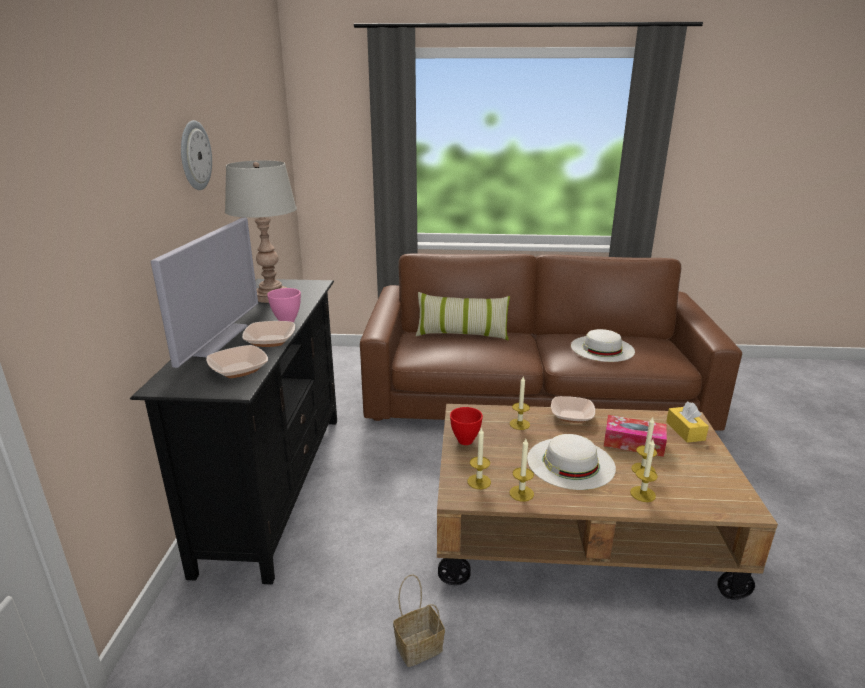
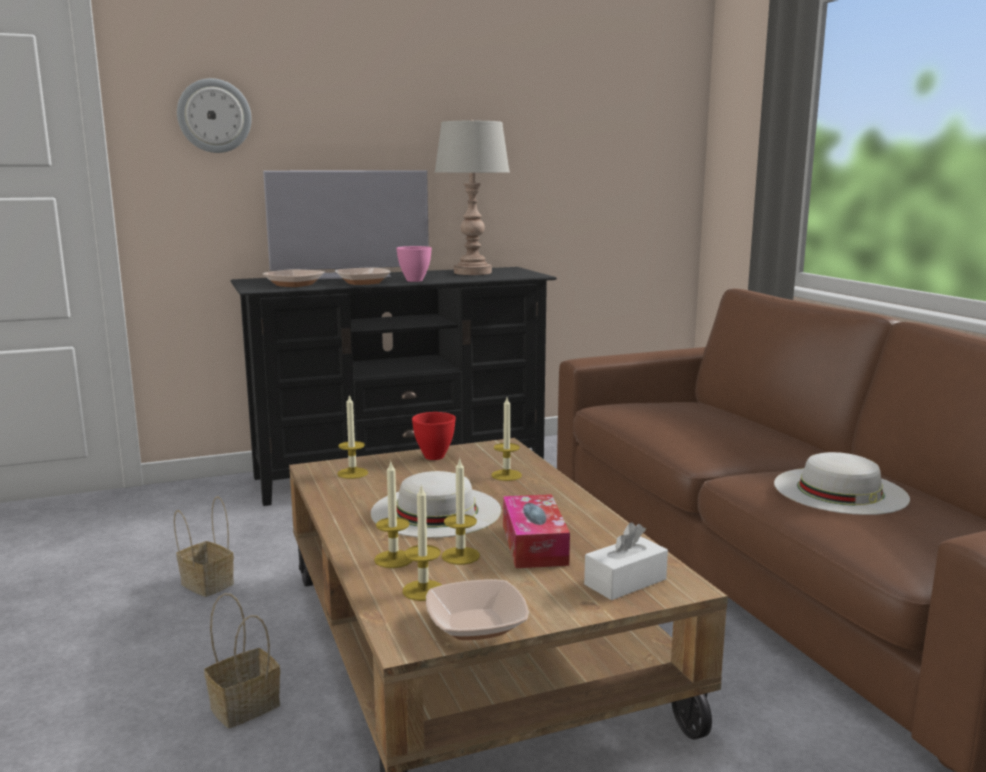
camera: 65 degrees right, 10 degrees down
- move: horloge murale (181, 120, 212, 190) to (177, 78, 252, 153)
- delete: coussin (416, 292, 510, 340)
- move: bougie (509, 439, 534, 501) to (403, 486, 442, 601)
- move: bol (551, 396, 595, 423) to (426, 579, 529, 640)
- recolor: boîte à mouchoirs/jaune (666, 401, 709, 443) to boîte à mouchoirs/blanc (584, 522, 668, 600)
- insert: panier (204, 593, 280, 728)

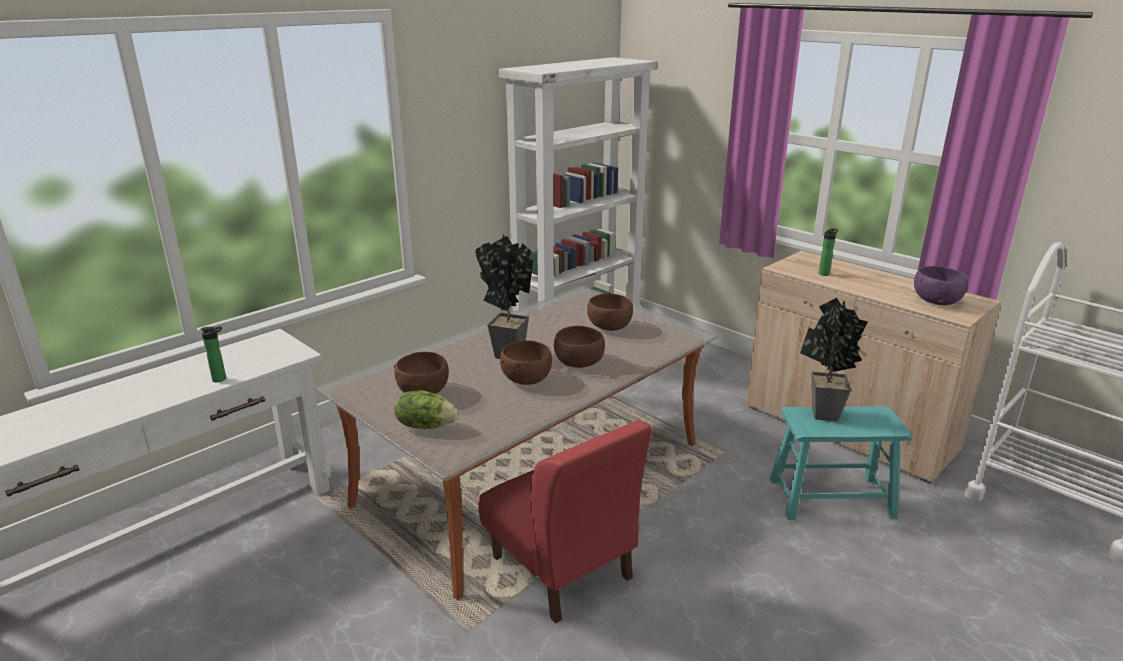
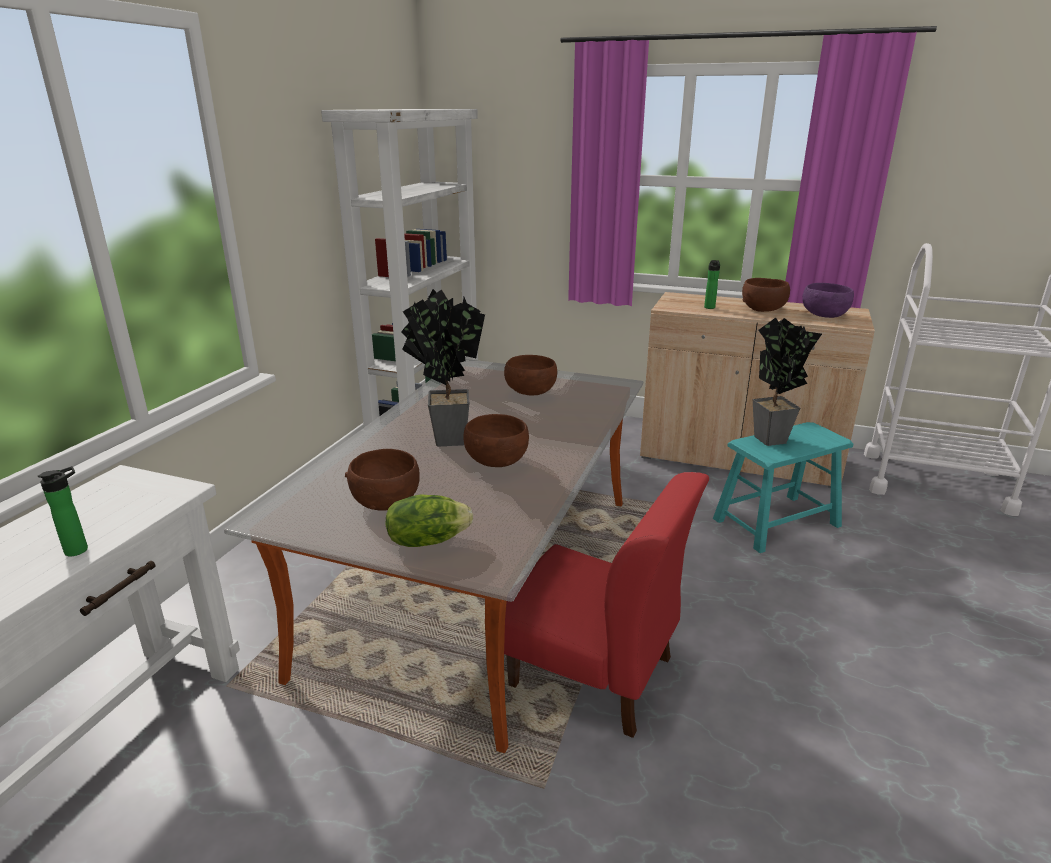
camera: 25 degrees left, 0 degrees up
- move: bol/marron (554, 326, 605, 368) to (742, 278, 790, 312)

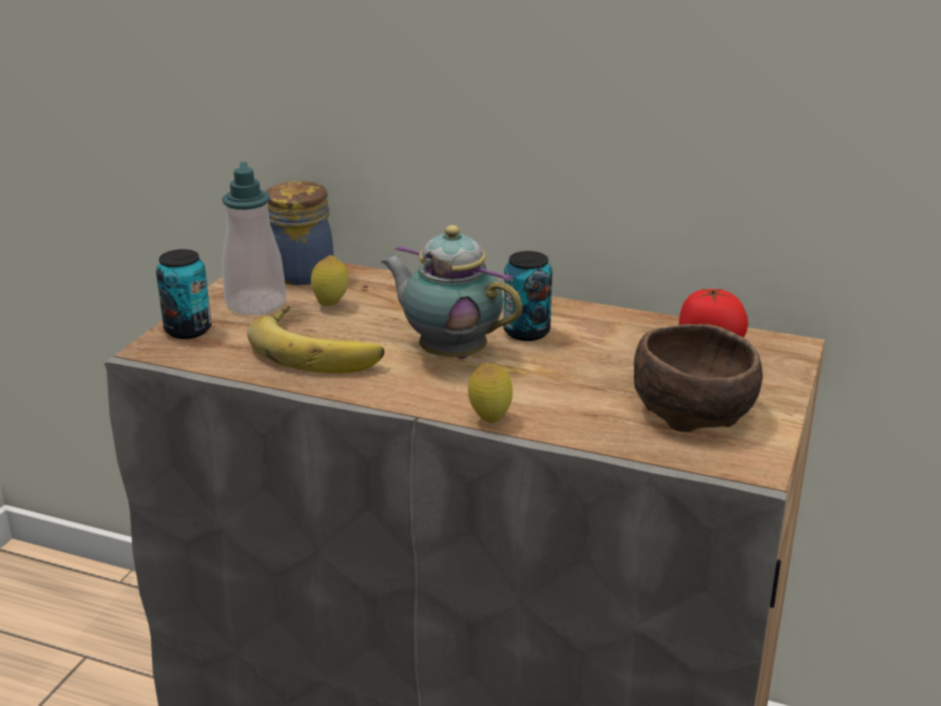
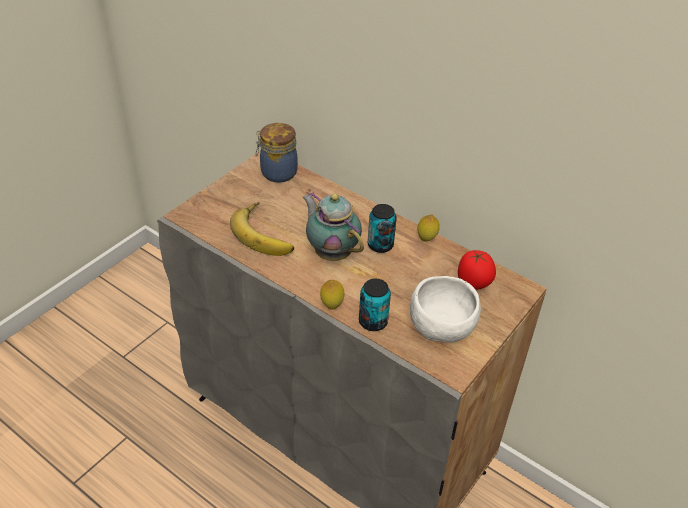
camera: 15 degrees right, 15 degrees up
- move: boîte métallique (156, 249, 212, 339) to (359, 279, 391, 331)
- delete: distributeur de savon (222, 162, 286, 315)
- move: citron (311, 255, 348, 306) to (417, 215, 440, 242)
- recolor: bol/marron (634, 324, 763, 432) to bol/blanc (410, 276, 481, 343)

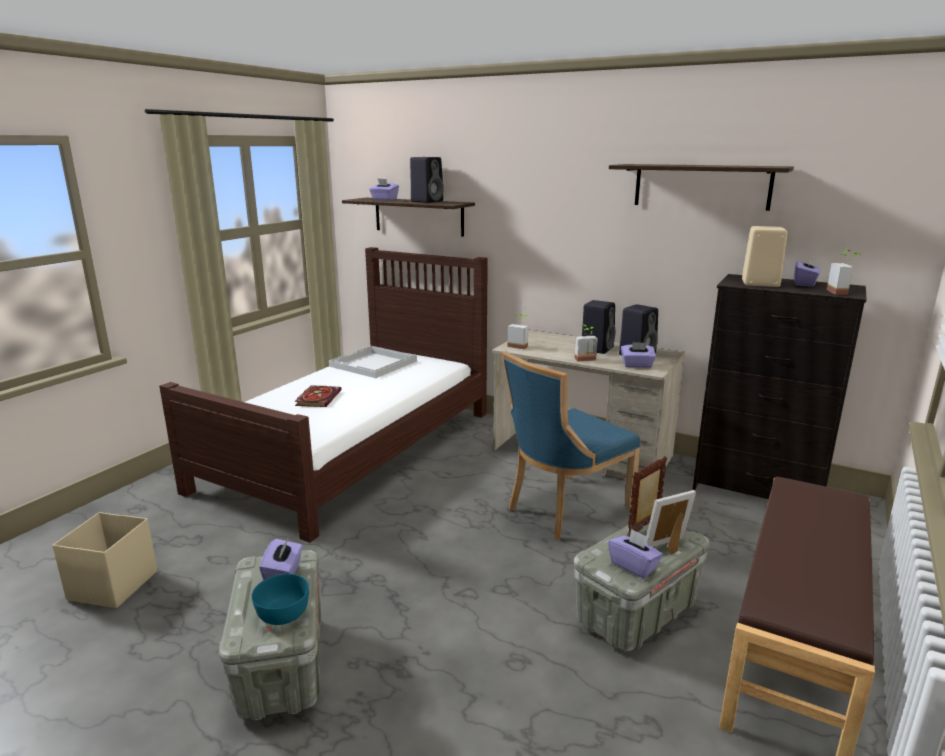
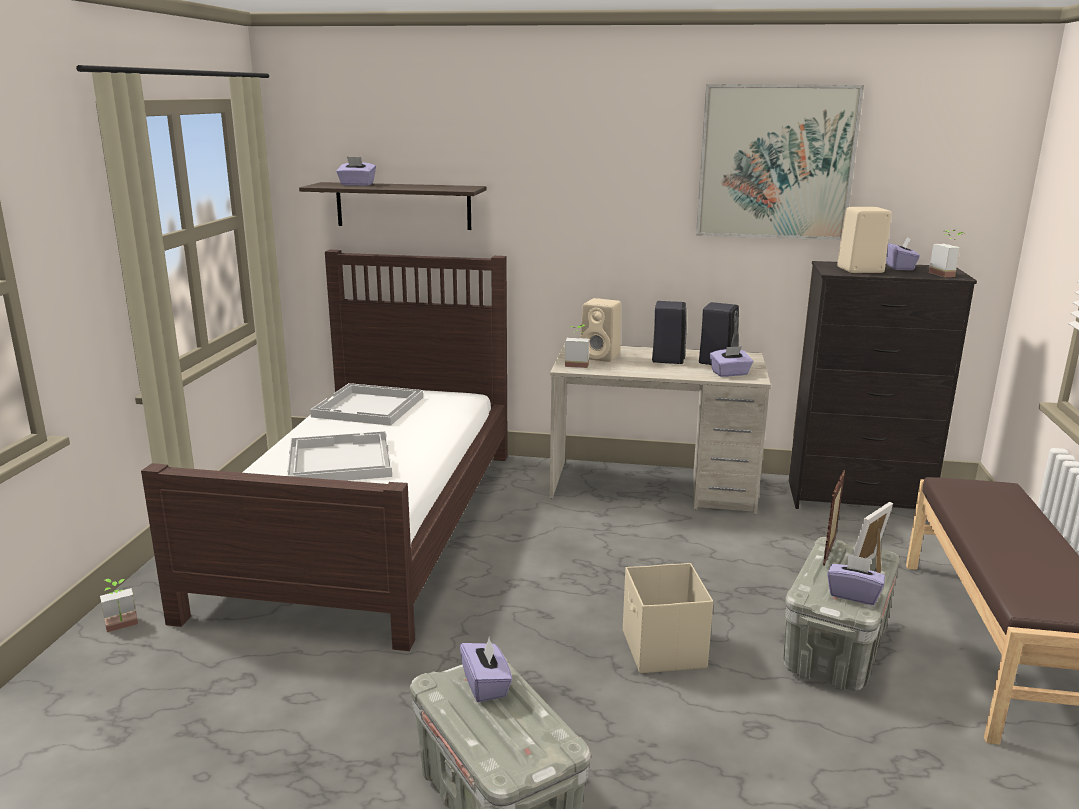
camera: 20 degrees left, 0 degrees up
- move: boîte de rangement/beige (52, 512, 157, 608) to (623, 563, 713, 673)
- delete: bol/turquoise (252, 574, 309, 625)
- replace: livre (295, 385, 342, 407) to plateau/blanc (286, 431, 392, 481)
- delete: enceinte/noir (410, 157, 444, 203)
- delete: chaise/bleu (501, 351, 640, 540)
- move: plante en pot (575, 325, 598, 361) to (100, 579, 138, 632)
- replace: étagère (609, 164, 794, 211) to tableau (696, 84, 864, 240)
- insert: enceinte/beige (581, 298, 621, 362)

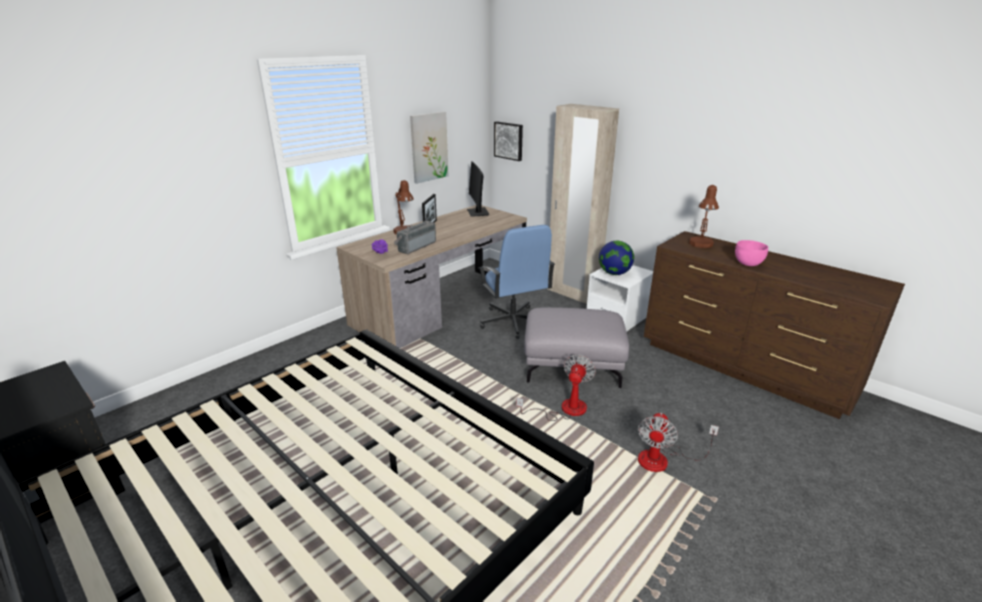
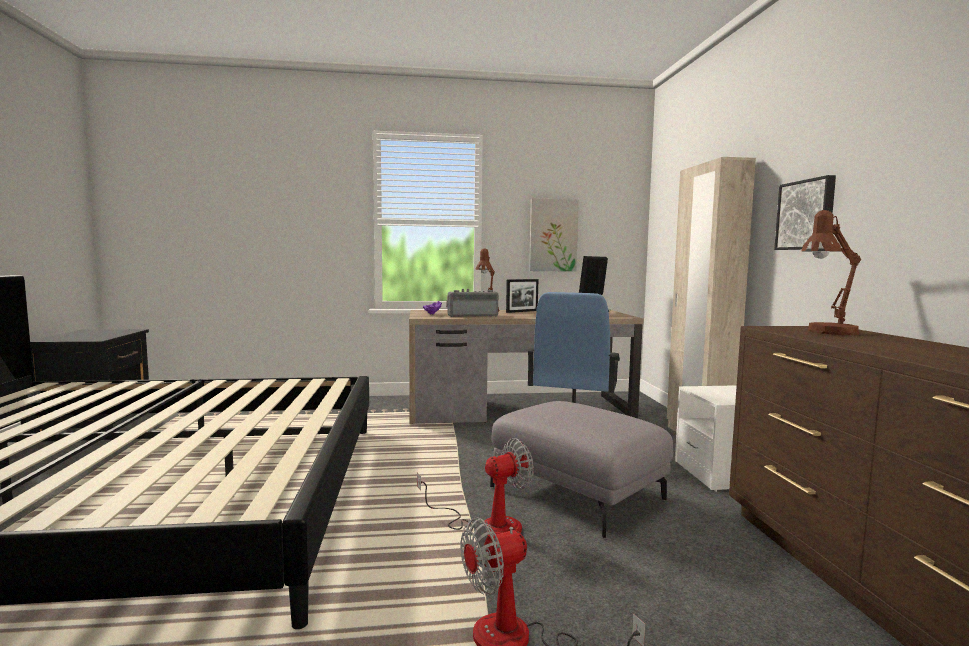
camera: 40 degrees right, 20 degrees down
- move: tableau (494, 121, 523, 161) to (774, 175, 836, 250)
- delete: globe (599, 241, 634, 275)
- delete: bol/rose (735, 240, 768, 266)

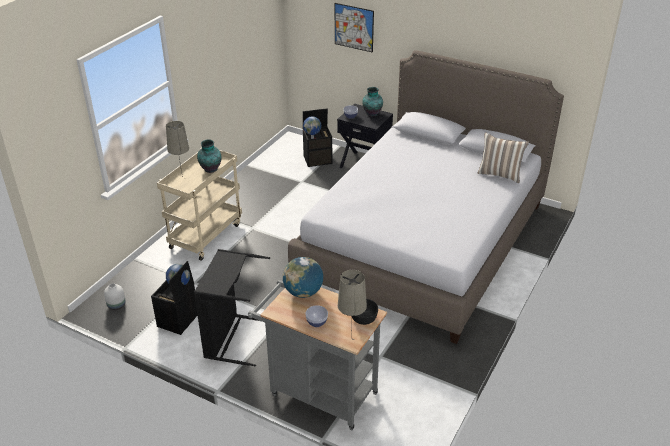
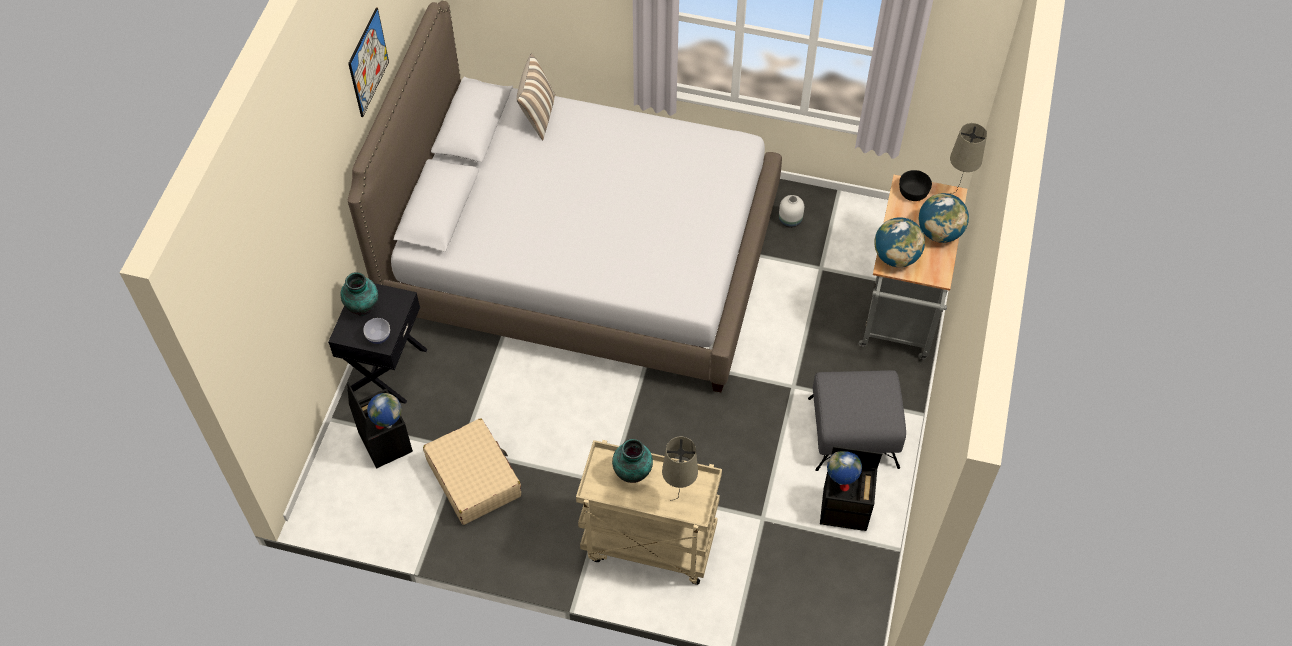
camera: 105 degrees left, 20 degrees up
- move: vase/blanc (104, 283, 126, 310) to (779, 195, 804, 228)
- replace: panier à linge/noir (194, 249, 270, 366) to pouf/gris (808, 370, 906, 471)
- replace: bol (305, 305, 328, 327) to globe (919, 193, 969, 243)
- move: tableau (335, 3, 374, 52) to (348, 7, 389, 117)
- insert: valise/beige (423, 418, 521, 525)

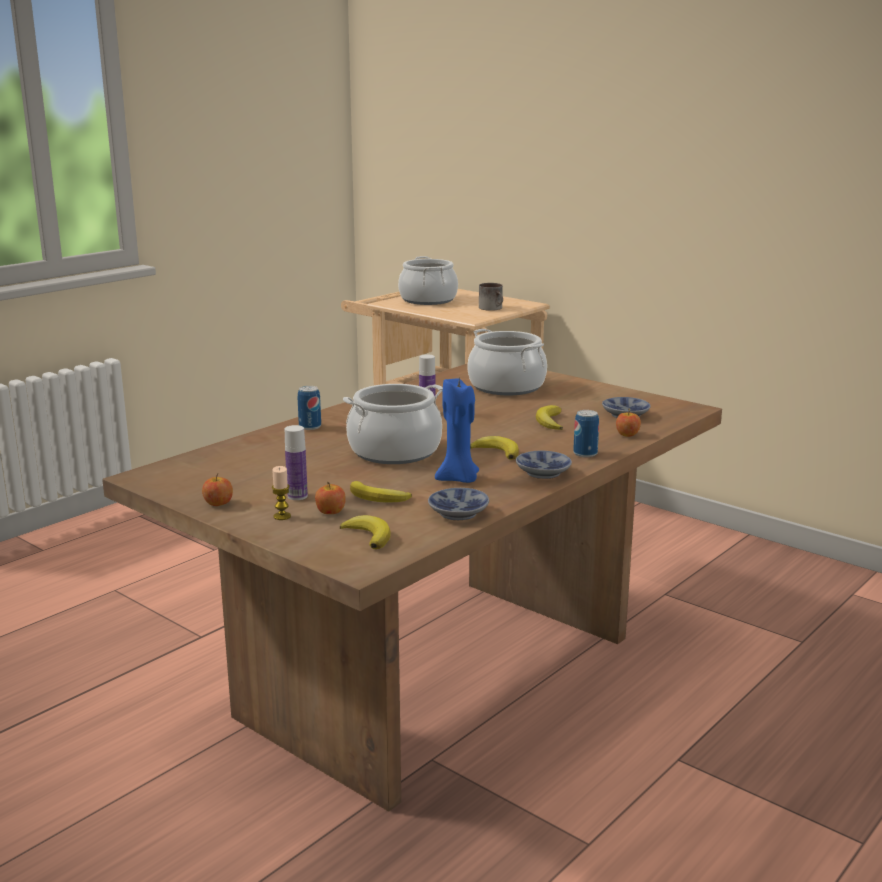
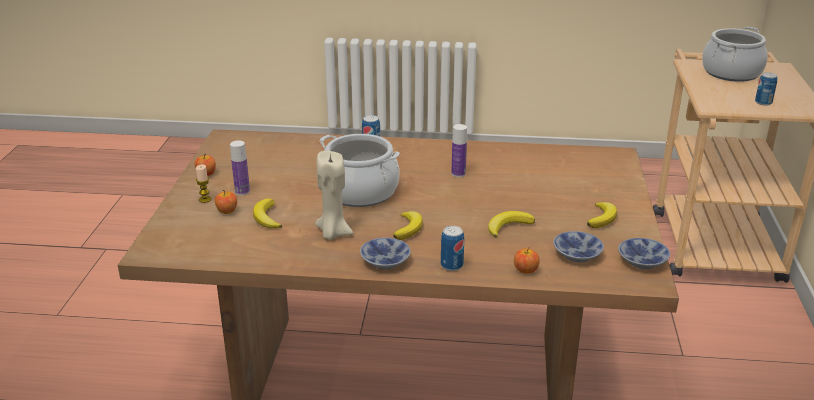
camera: 55 degrees right, 10 degrees up
- move: banane (340, 515, 390, 549) to (587, 202, 617, 228)
- move: bol (428, 488, 489, 520) to (618, 238, 670, 269)
- recolor: bougie/bleu (435, 378, 479, 483) to bougie/beige (315, 151, 353, 240)
- delete: marmite (468, 329, 547, 395)
- replace: mug (479, 283, 503, 311) to boîte métallique (755, 72, 777, 106)

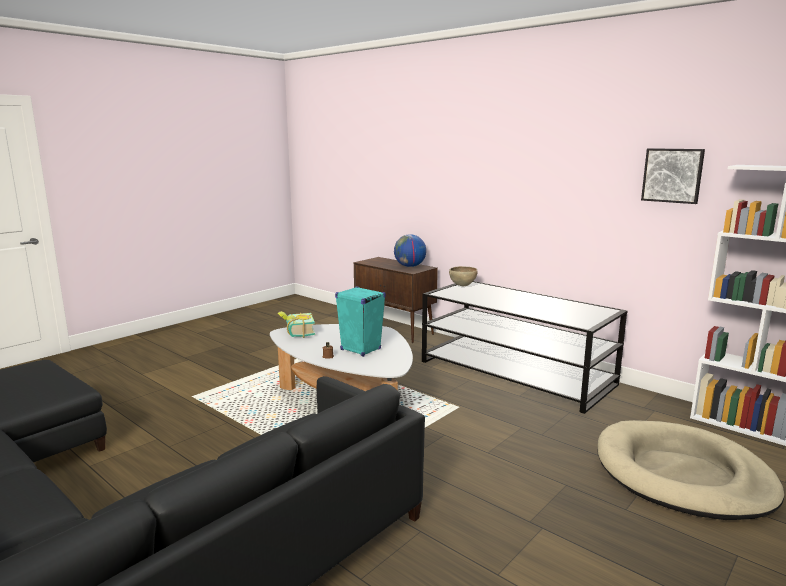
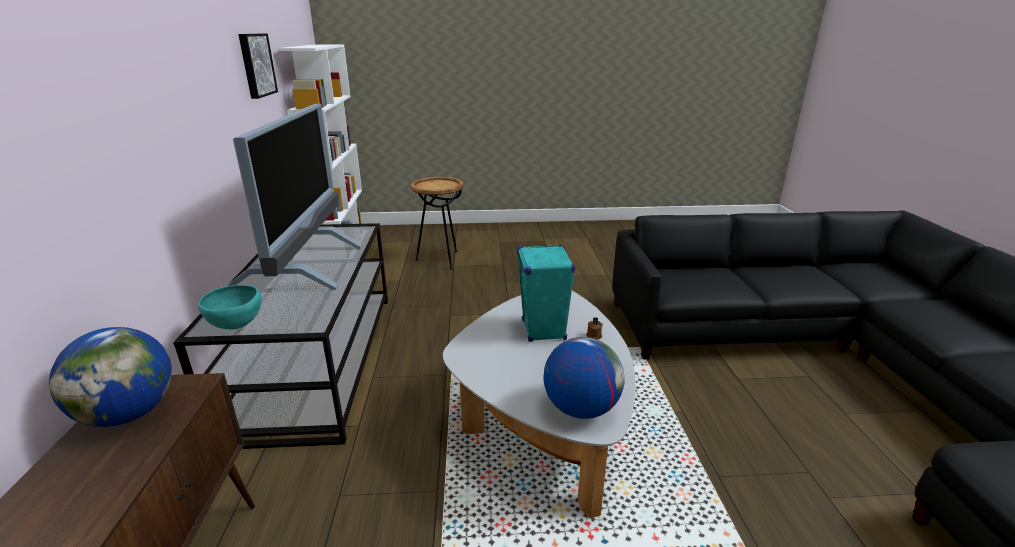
camera: 135 degrees left, 10 degrees up
- replace: livre (278, 311, 315, 338) to globe (543, 337, 625, 419)
- recolor: bol/marron (449, 266, 478, 286) to bol/turquoise (198, 285, 262, 329)
- replace: panier pour chien/beige (597, 420, 784, 520) to table d'appoint/marron (411, 177, 463, 270)
- insert: téléviseur (227, 104, 362, 290)

